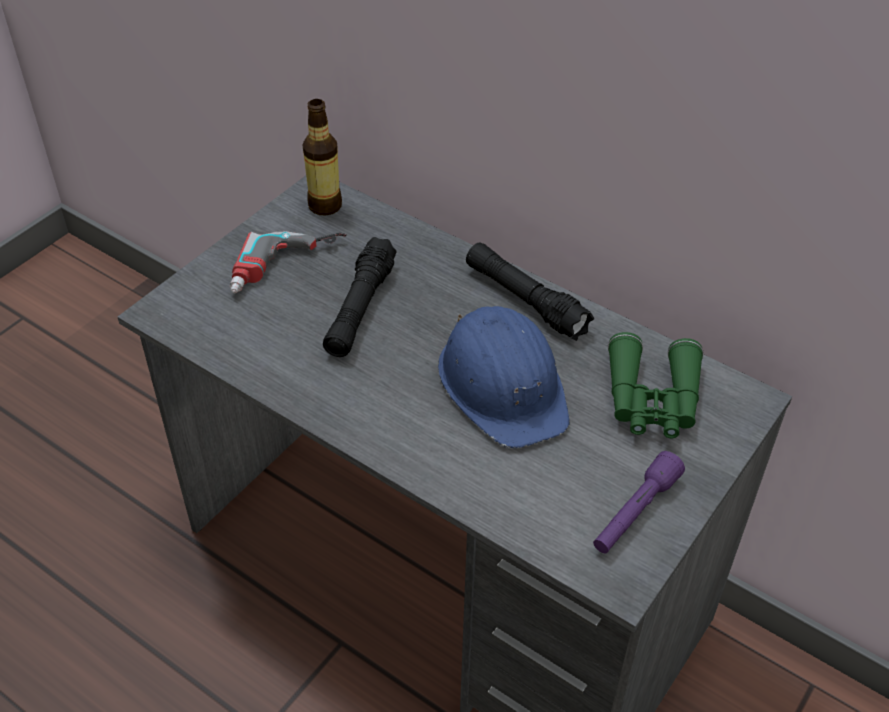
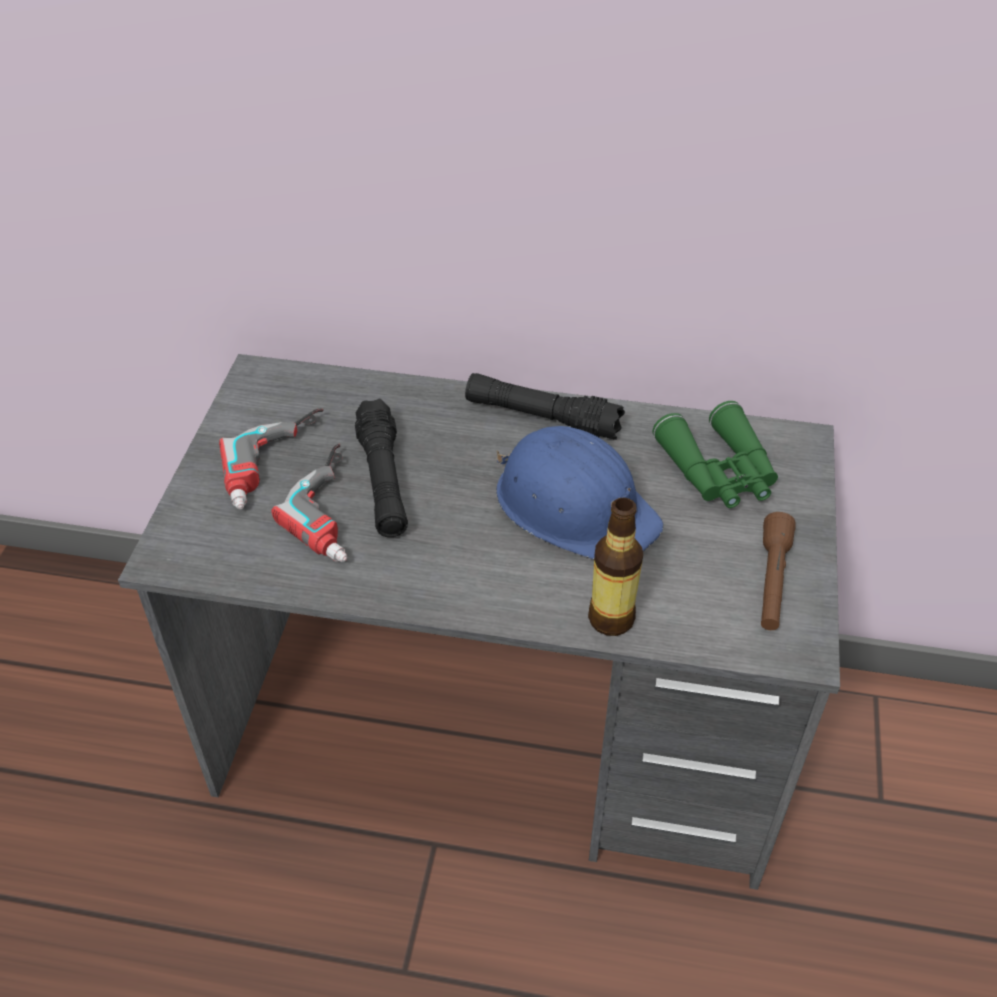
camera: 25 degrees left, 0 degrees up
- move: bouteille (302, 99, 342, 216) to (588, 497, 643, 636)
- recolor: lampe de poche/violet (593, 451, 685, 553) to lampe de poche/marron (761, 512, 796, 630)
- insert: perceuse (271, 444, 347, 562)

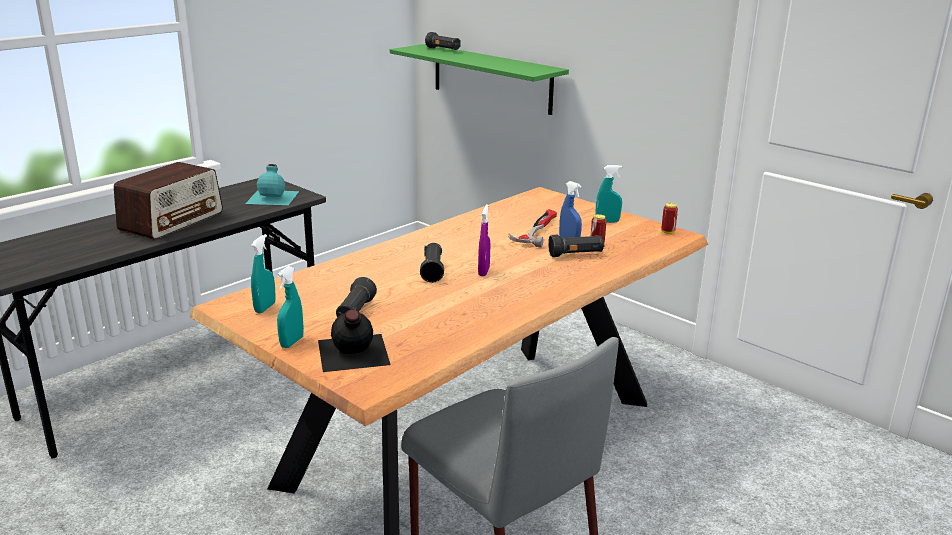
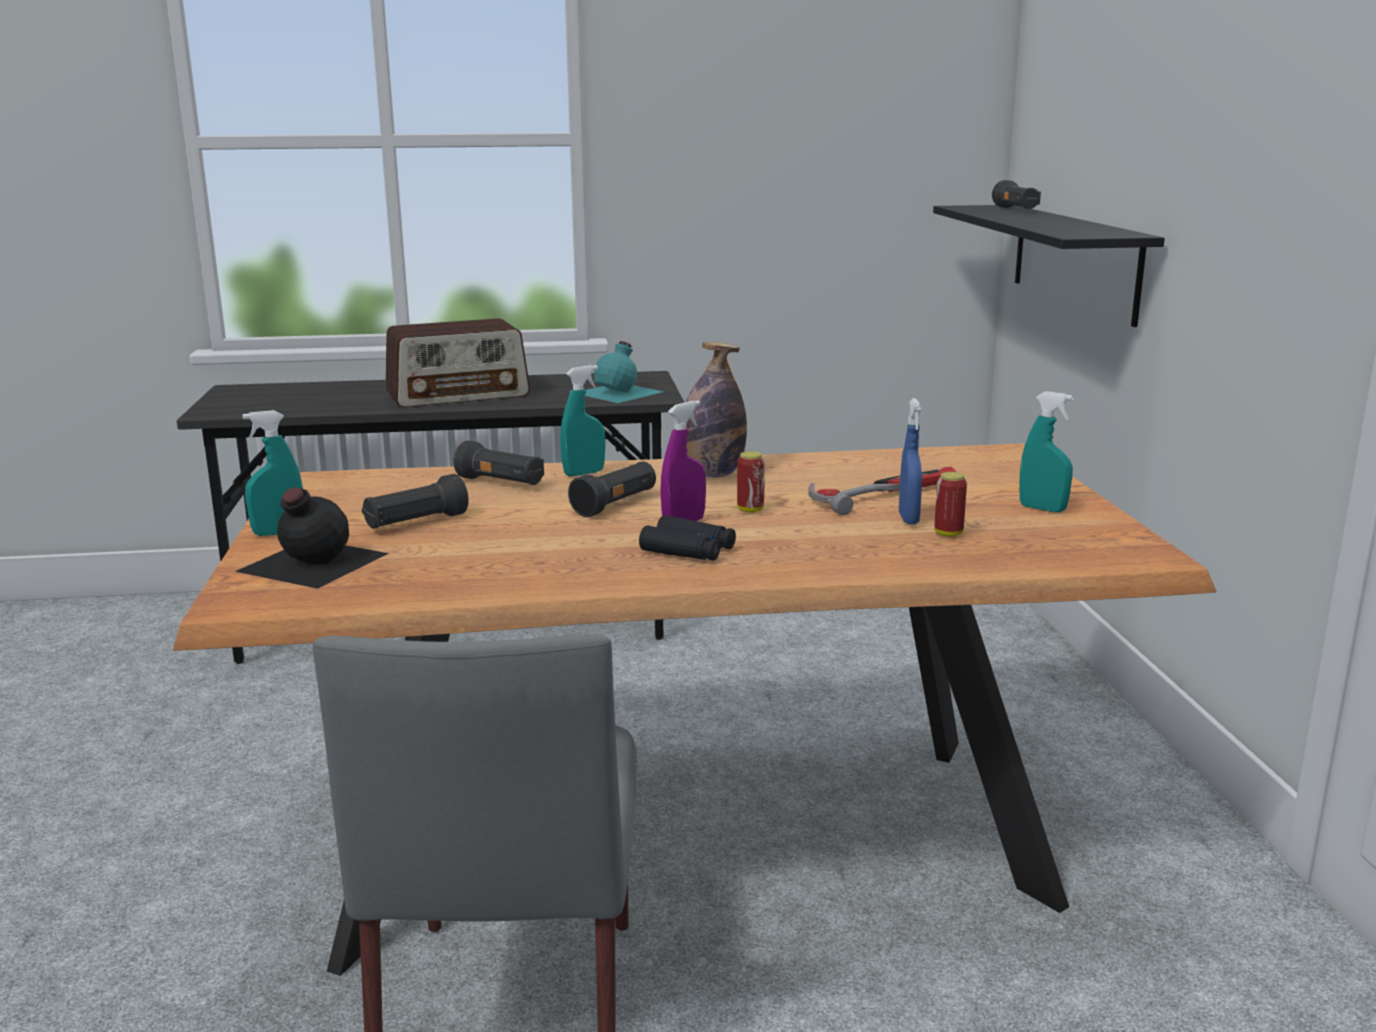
camera: 40 degrees right, 5 degrees down
- move: vaporisateur/turquoise (251, 234, 276, 313) to (561, 365, 606, 477)
- recolor: étagère/vert (390, 44, 569, 115) to étagère/noir (933, 205, 1165, 327)
- move: lampe de poche/noir (548, 235, 604, 257) to (453, 440, 544, 485)
- move: boîte métallique (661, 203, 678, 234) to (737, 451, 765, 513)
- insert: jumelles/noir (639, 515, 736, 561)
- insert: bouteille (686, 342, 747, 478)

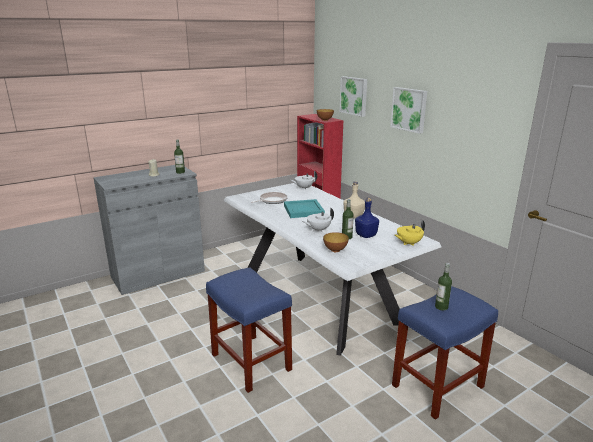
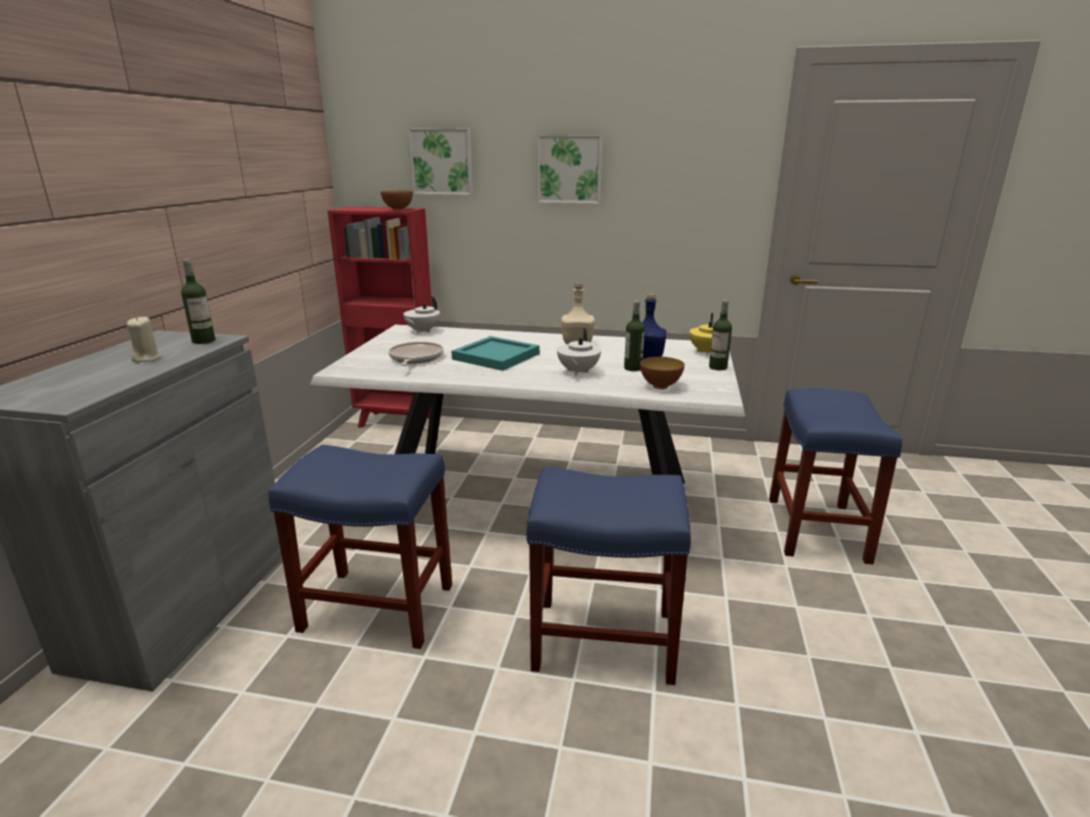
camera: 45 degrees left, 0 degrees up
- move: bouteille (435, 263, 452, 311) to (709, 300, 732, 370)
- insert: tabouret/bleu (268, 445, 452, 649)

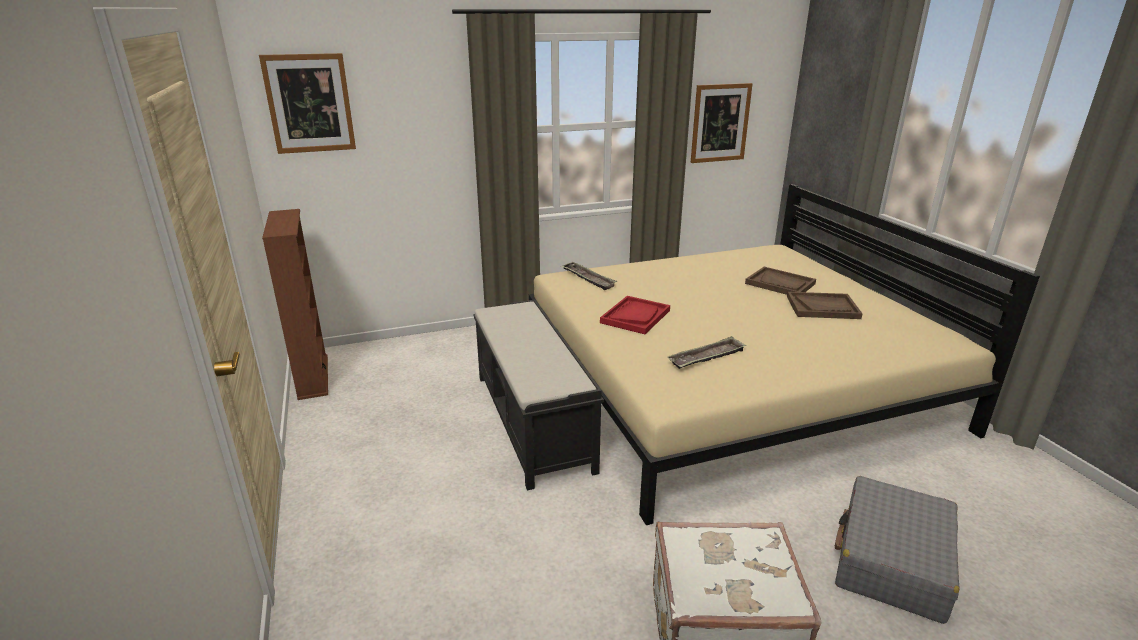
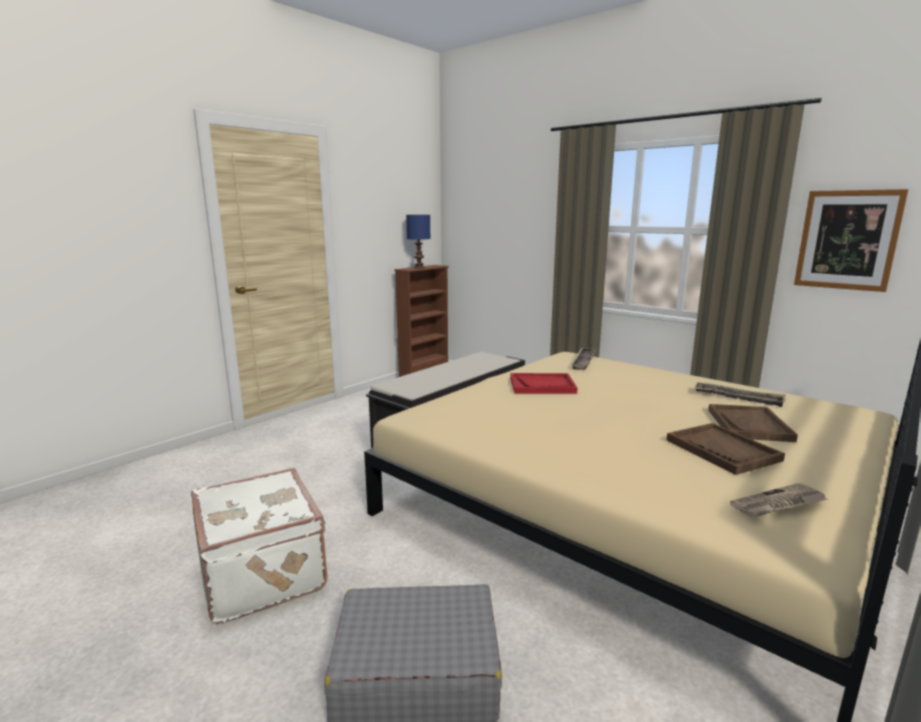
camera: 60 degrees right, 10 degrees down
- delete: tableau (259, 53, 356, 154)
- move: plateau (667, 336, 746, 369) to (695, 382, 786, 407)
- insert: lampe de table/bleu (406, 215, 430, 268)
- insert: journal (730, 483, 827, 518)

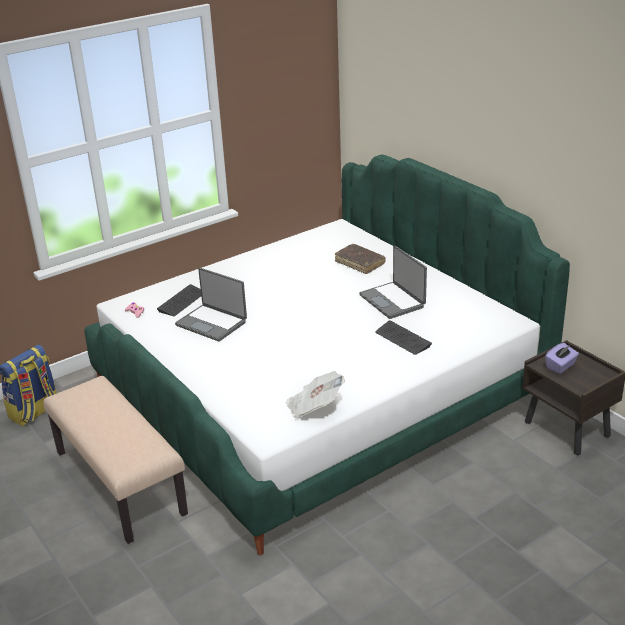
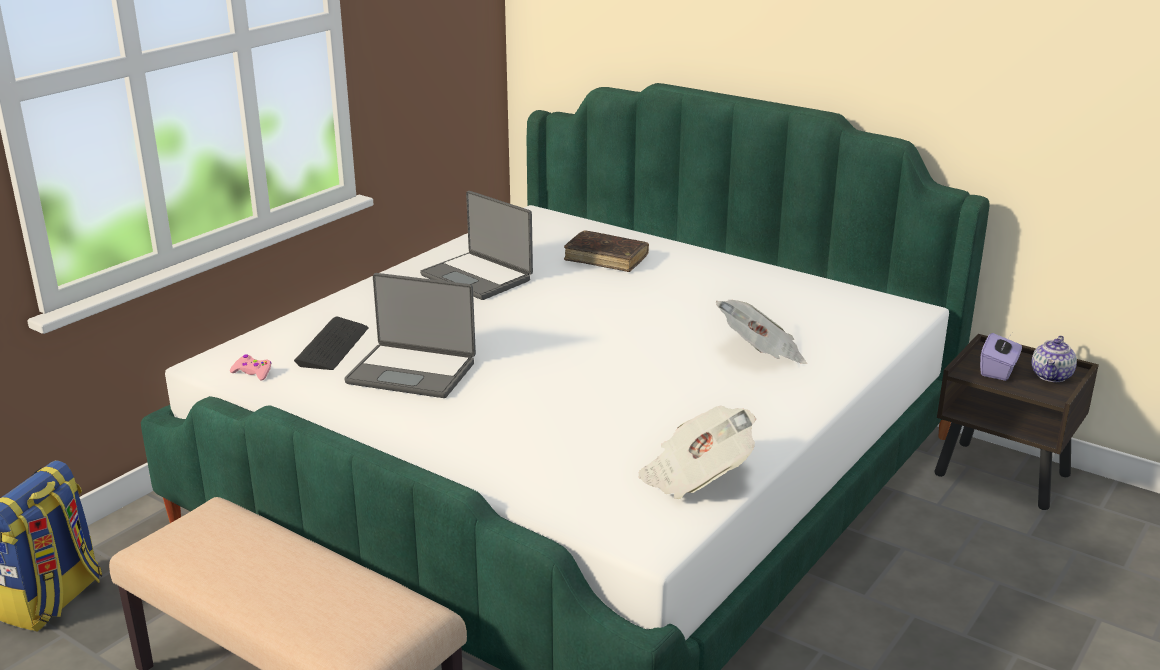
camera: 20 degrees left, 5 degrees down
- move: ordinateur portable (359, 246, 427, 319) to (420, 191, 533, 300)
- replace: clavier (375, 320, 432, 355) to journal (716, 300, 807, 364)
- insert: théière (1032, 335, 1077, 382)

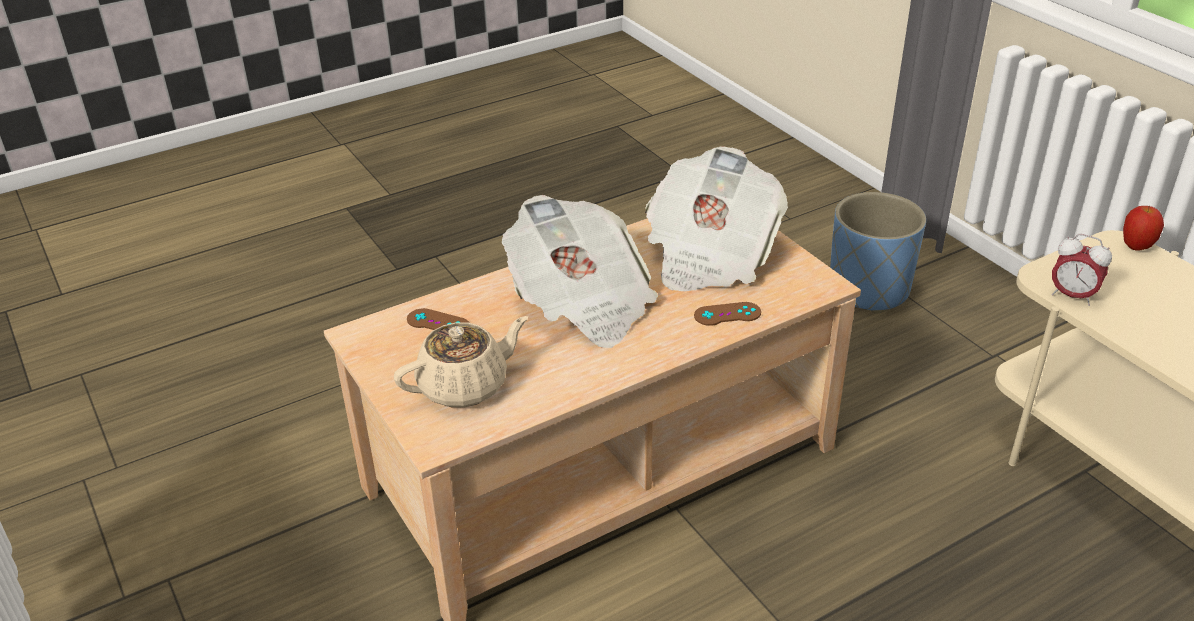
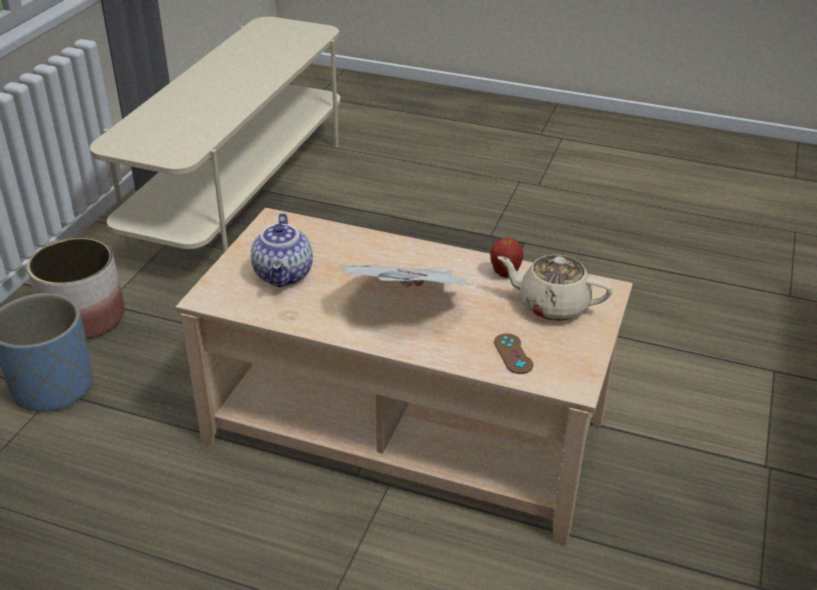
camera: 130 degrees left, 0 degrees up
- replace: journal (645, 147, 788, 291) to théière (251, 213, 313, 288)
- delete: manette/marron (694, 302, 761, 326)
- delete: réveil (1052, 234, 1112, 306)
- move: pomme (1123, 205, 1164, 251) to (490, 238, 524, 278)
- insert: cache-pot (27, 238, 125, 339)

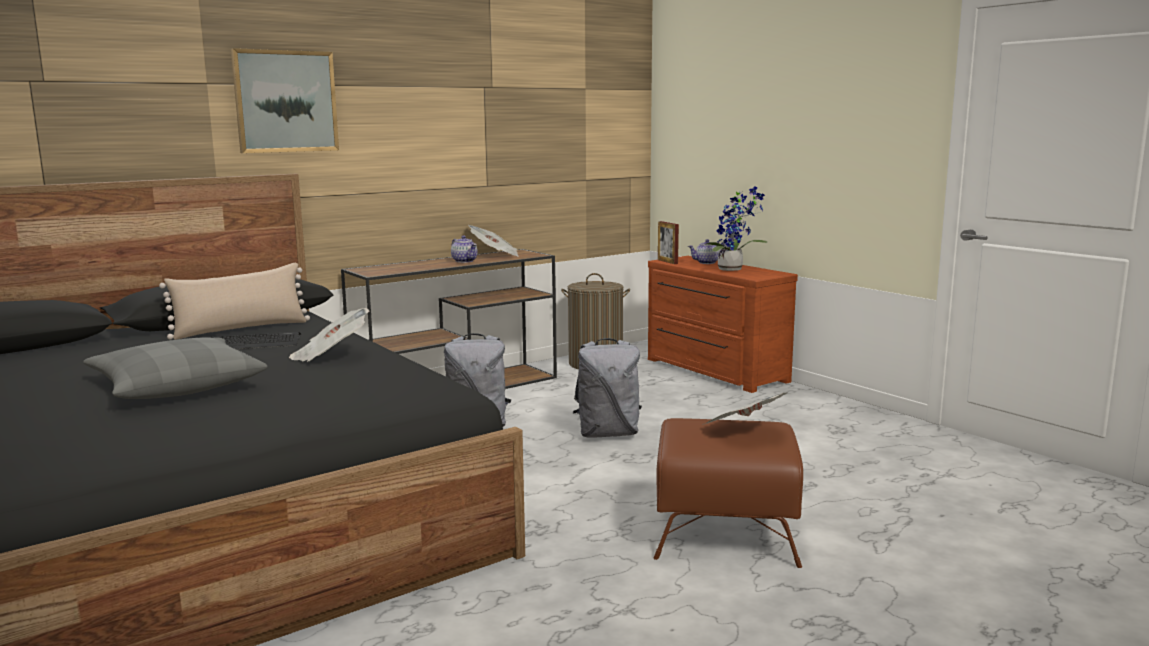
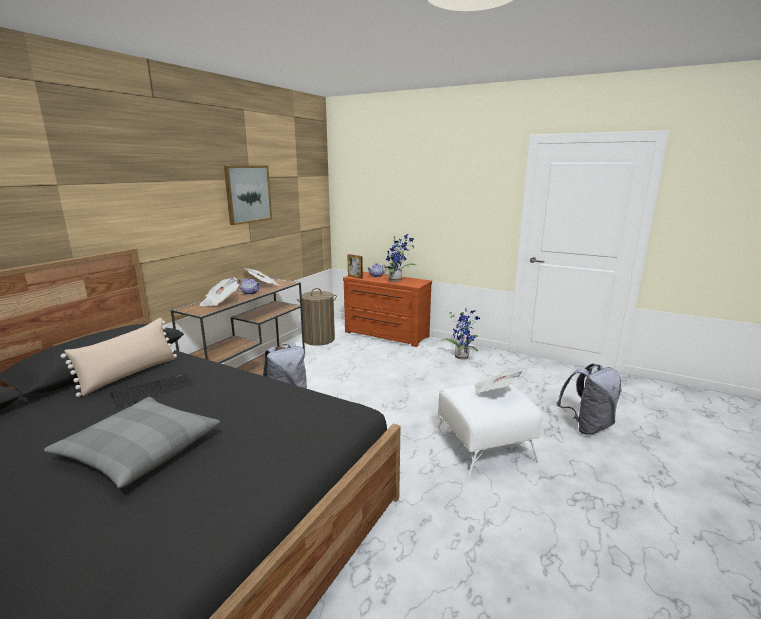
camera: 25 degrees left, 5 degrees up
- move: tableau (231, 48, 339, 153) to (224, 166, 272, 225)
- move: journal (289, 308, 370, 362) to (200, 278, 239, 306)
- move: sac à dos/gris (573, 338, 642, 438) to (557, 363, 622, 435)
- recolor: pouf/marron (654, 418, 803, 568) to pouf/blanc (434, 384, 541, 478)
- insert: plante en pot (441, 307, 480, 360)

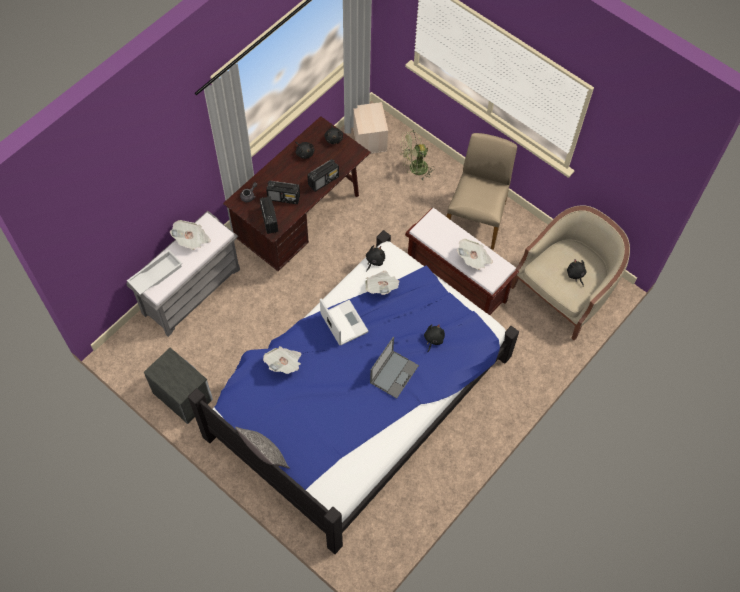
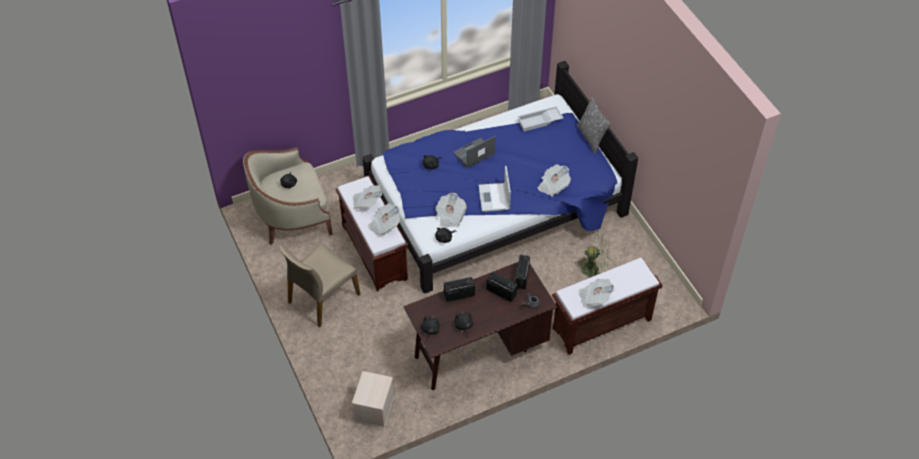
camera: 155 degrees left, 10 degrees down
- recolor: banc/gris (127, 211, 240, 337) to banc/marron (552, 258, 662, 355)
- move: plateau/blanc (127, 250, 182, 295) to (517, 106, 563, 131)
- delete: table de chevet (143, 348, 213, 424)
- move: ventilateur/vert (400, 130, 435, 180) to (576, 232, 609, 277)
- insert: journal (368, 203, 400, 236)

